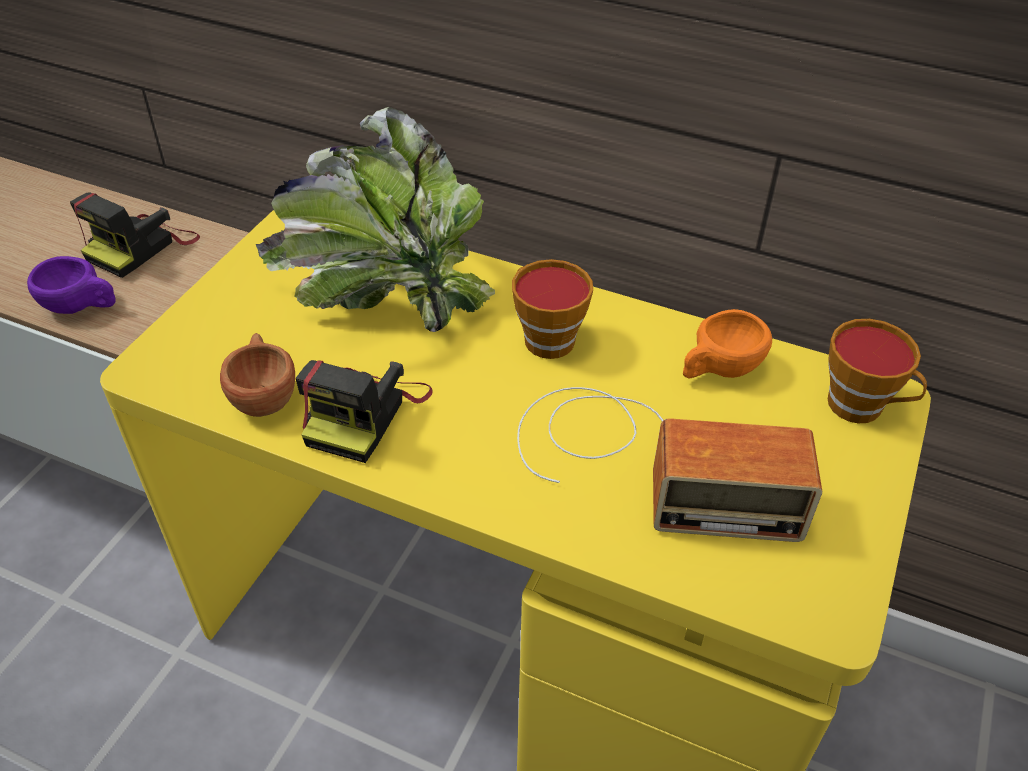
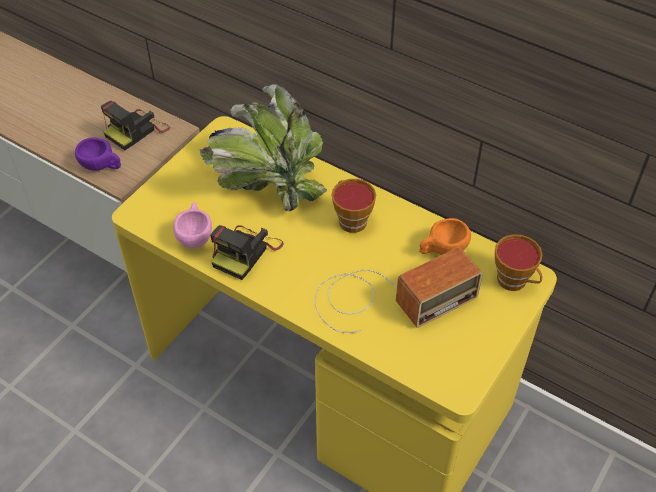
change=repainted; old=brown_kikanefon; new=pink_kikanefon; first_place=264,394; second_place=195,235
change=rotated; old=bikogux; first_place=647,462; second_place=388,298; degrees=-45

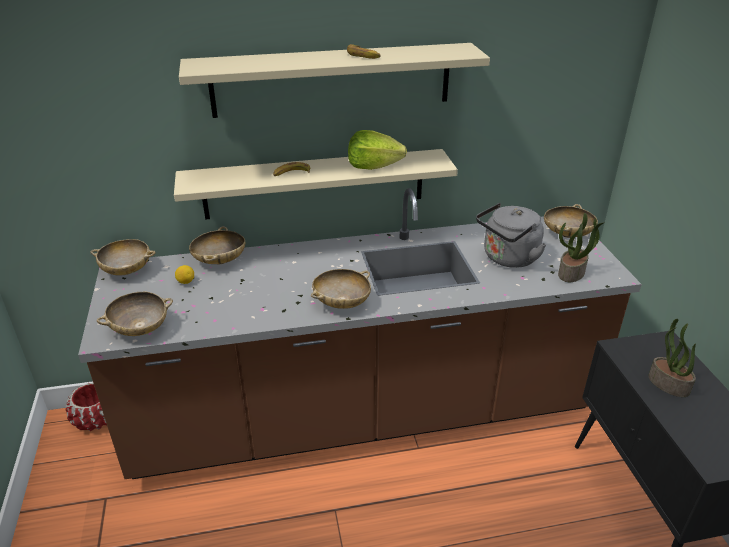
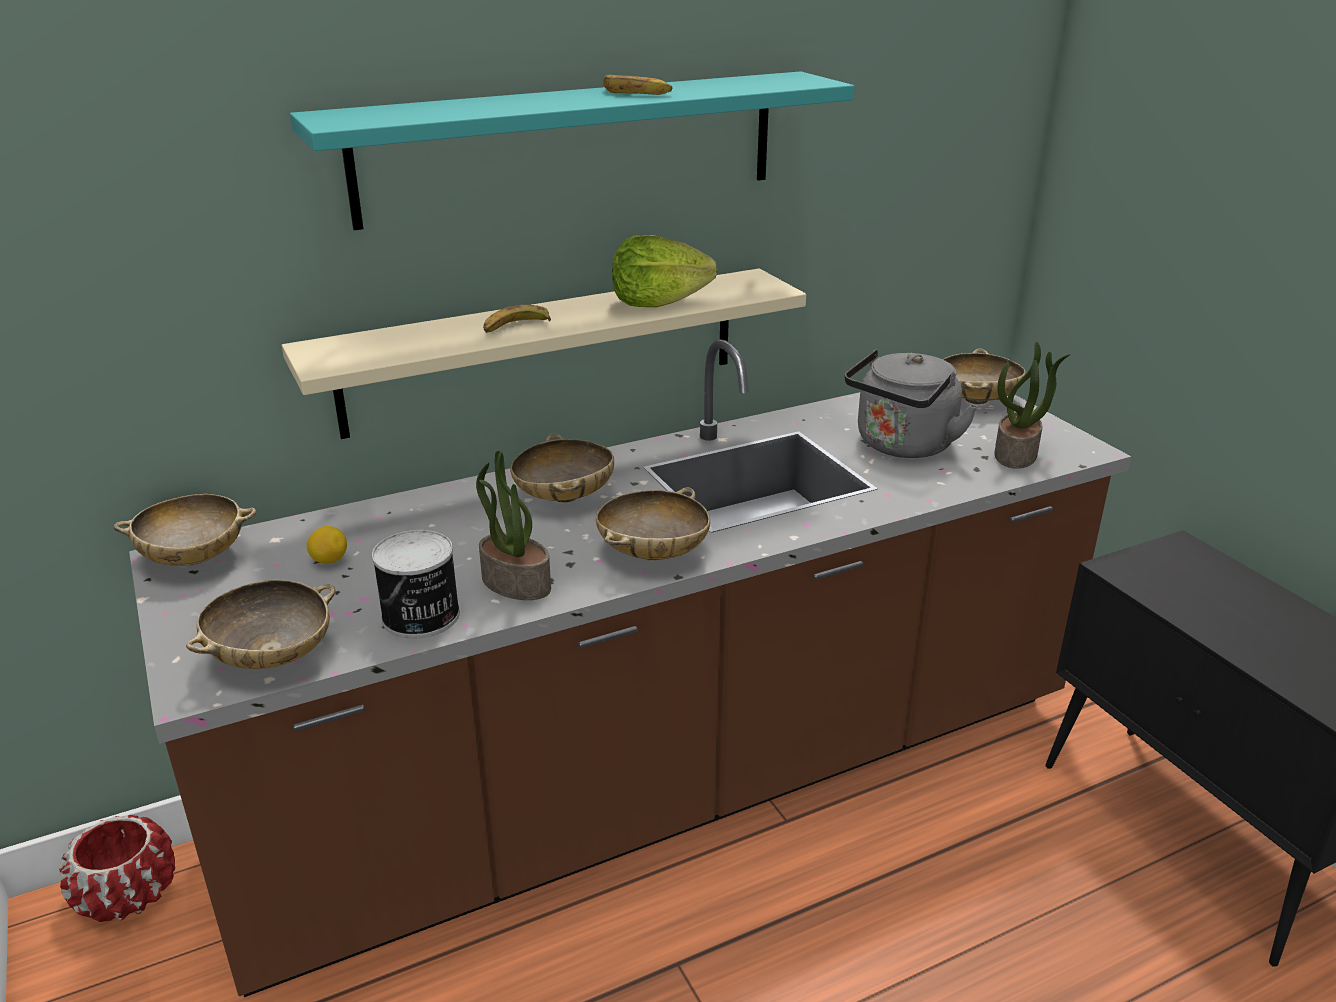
change=repainted; old=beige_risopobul; new=turquoise_risopobul; first_place=332,80; second_place=571,147
change=new; new=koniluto; second_place=421,617
change=shifted; old=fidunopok; first_place=667,384; second_place=514,583
change=shifted; old=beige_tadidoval; first_place=219,261; second_place=564,497

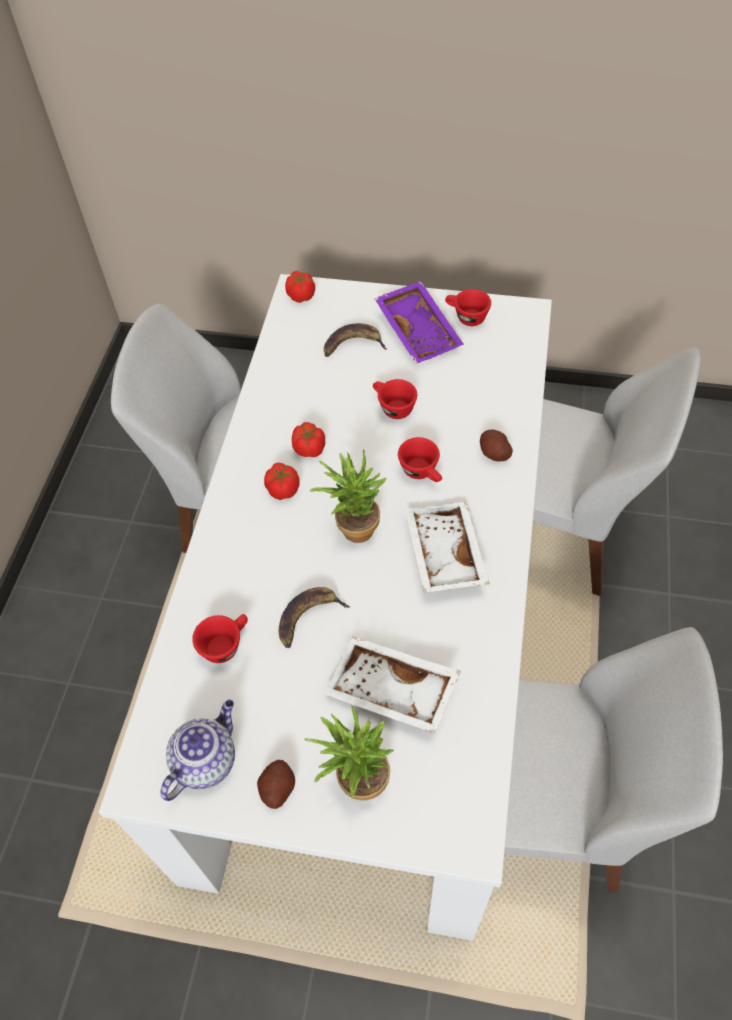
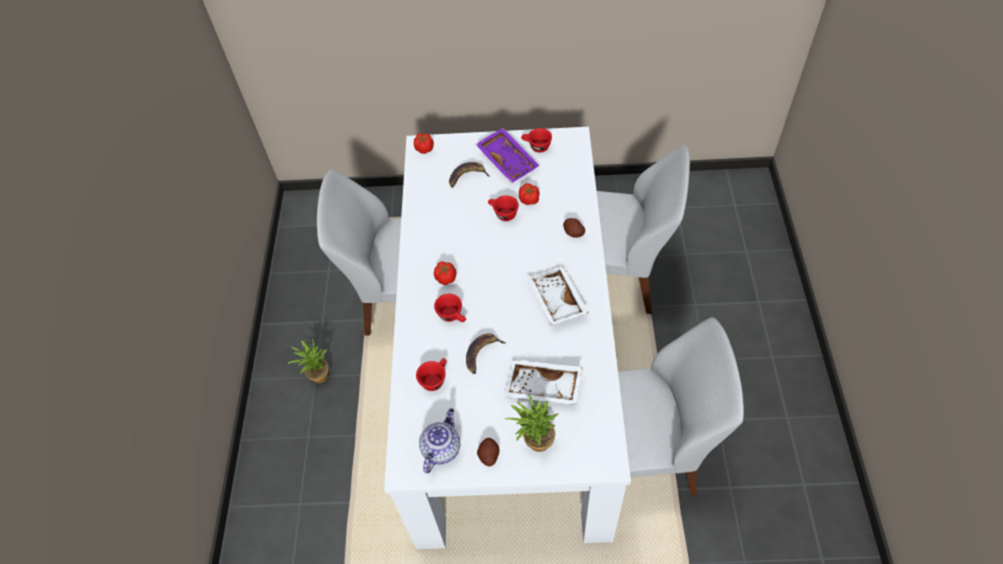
change=shifted; old=fidunopok; first_place=353,526; second_place=317,374
change=shifted; old=red_kikanefon; first_place=422,472; second_place=453,316
change=shifted; old=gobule; first_place=309,449; second_place=529,200

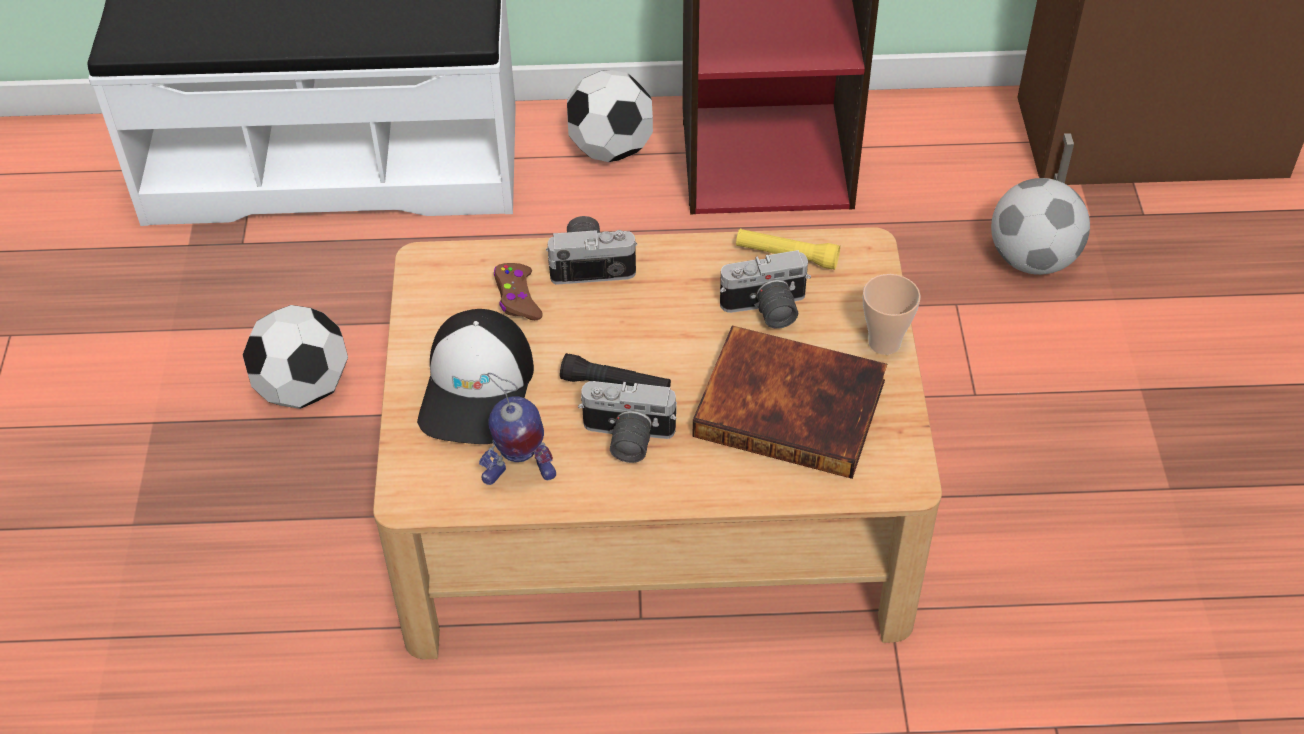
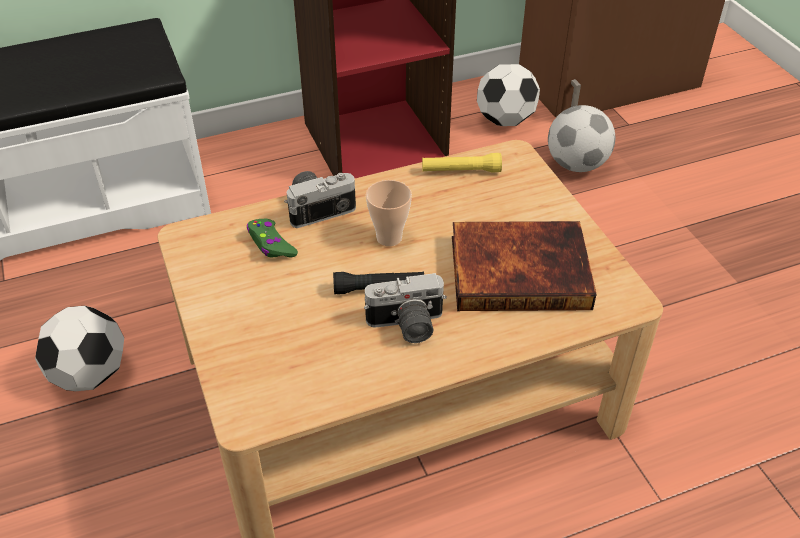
change=repainted; old=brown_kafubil; new=green_kafubil; first_place=517,298; second_place=271,244
change=shifted; old=kikanefon; first_place=884,343; second_place=389,238
change=shifted; old=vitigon; first_place=611,149; second_place=505,121
change=gone; old=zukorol; first_place=478,389
change=gone; old=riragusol; first_place=518,474
change=gone; old=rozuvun; first_place=766,310

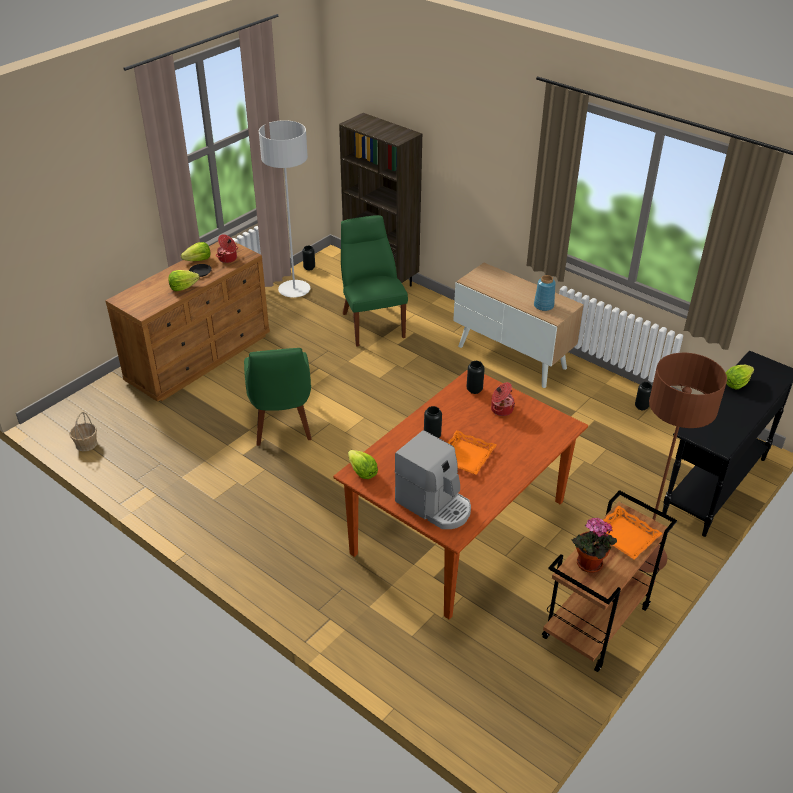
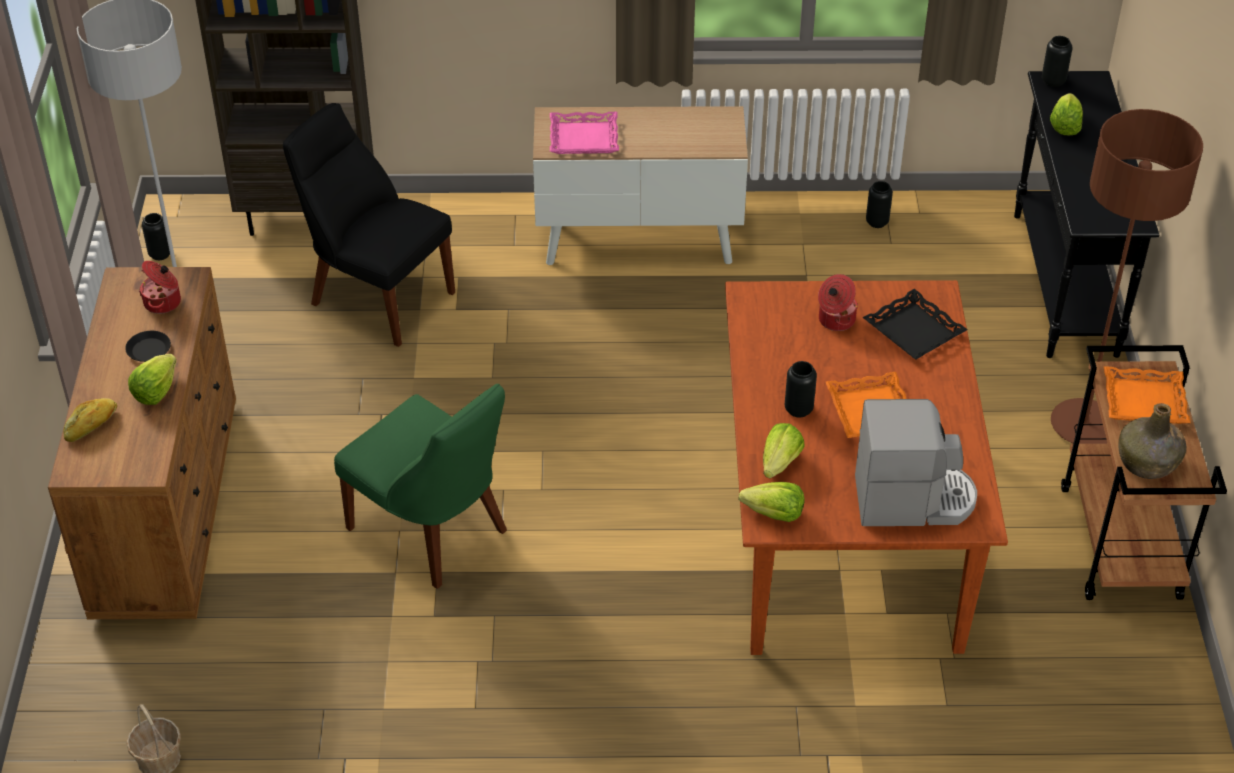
change=new; new=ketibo; second_place=92,425
change=repainted; old=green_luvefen; new=black_luvefen; first_place=372,323; second_place=377,296
change=new; new=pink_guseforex; second_place=584,138
change=shifted; old=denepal; first_place=198,260; second_place=780,463
change=new; new=black_guseforex; second_place=914,330
change=shifted; old=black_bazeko; first_place=474,390; second_place=1053,81
change=swapped; old=fidunopok; new=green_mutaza; first_place=588,565; second_place=1148,462
change=gone; old=blue_bazeko; first_place=543,306

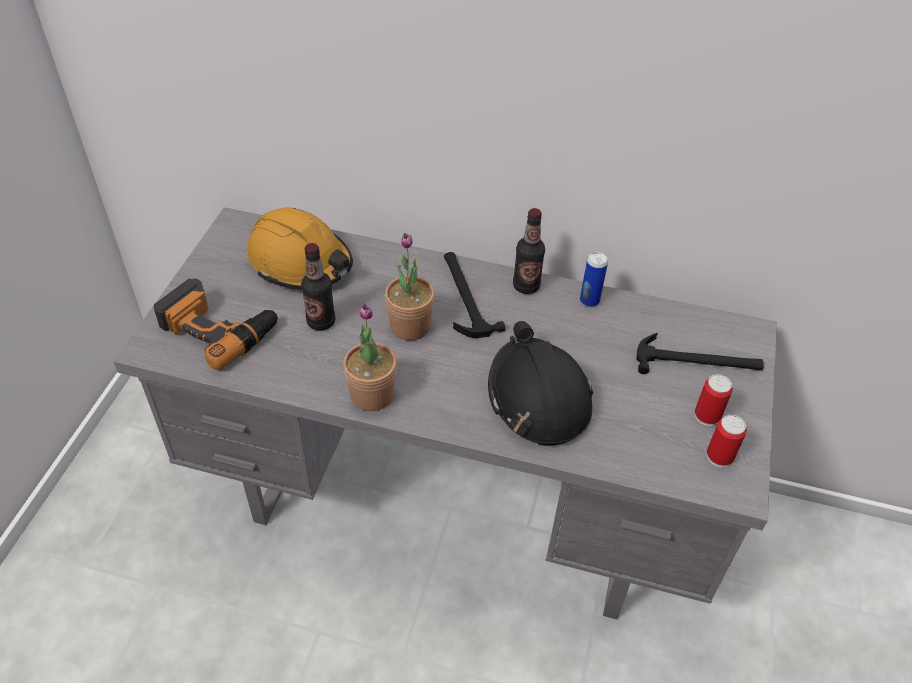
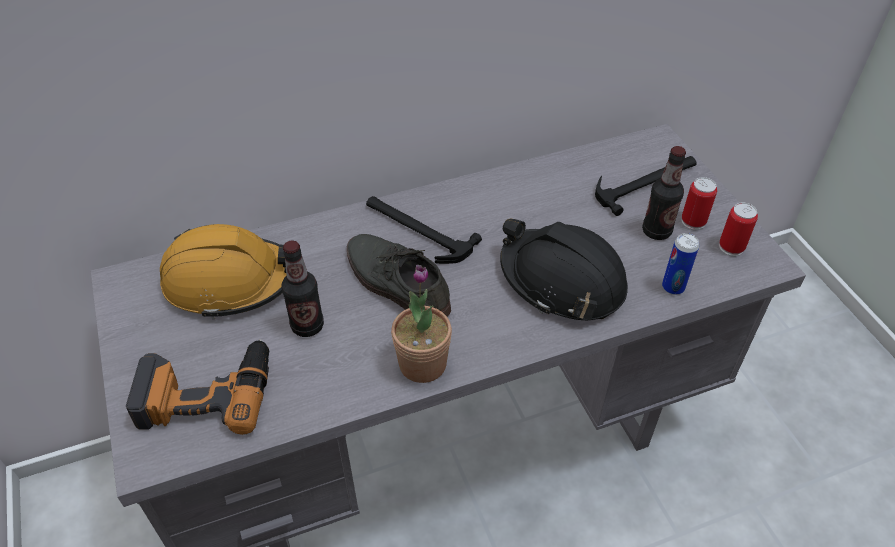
change=swapped; old=fidunopok; new=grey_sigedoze; first_place=410,326; second_place=395,282
change=shifted; old=mutaza; first_place=526,286; second_place=656,231
change=shifted; old=koniluto; first_place=589,301; second_place=673,287

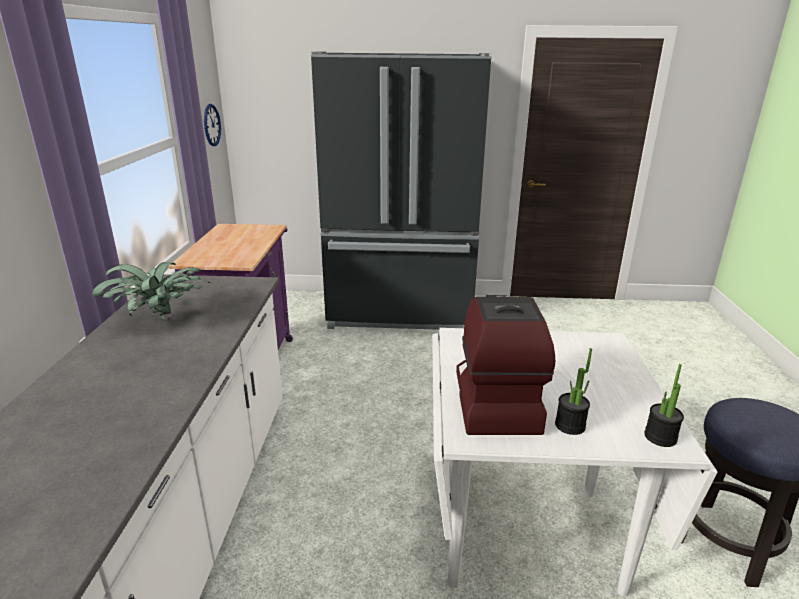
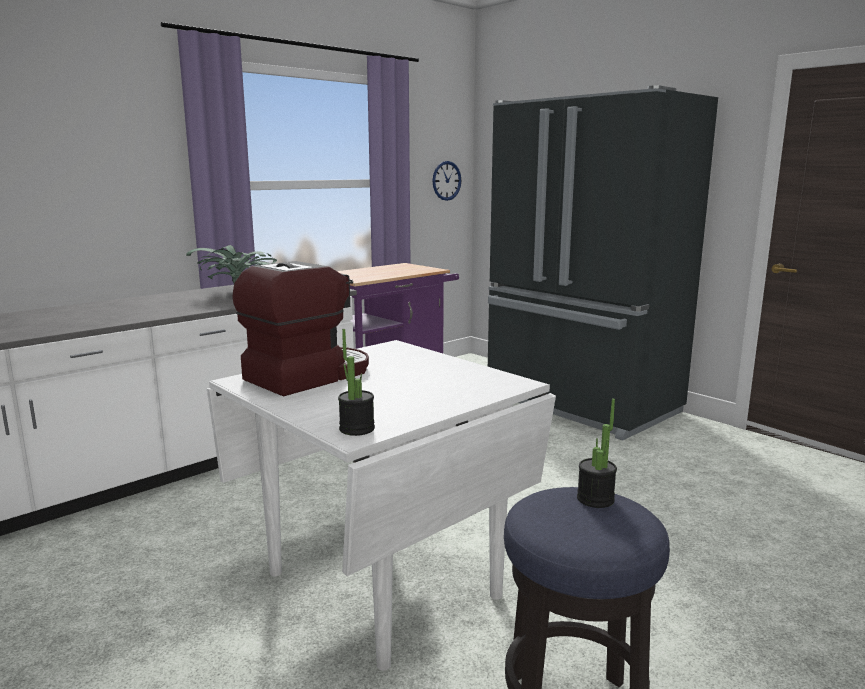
change=shifted; old=fidunopok; first_place=570,425; second_place=595,499

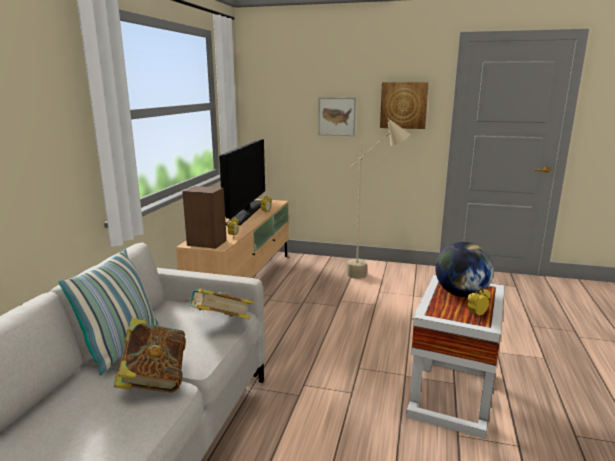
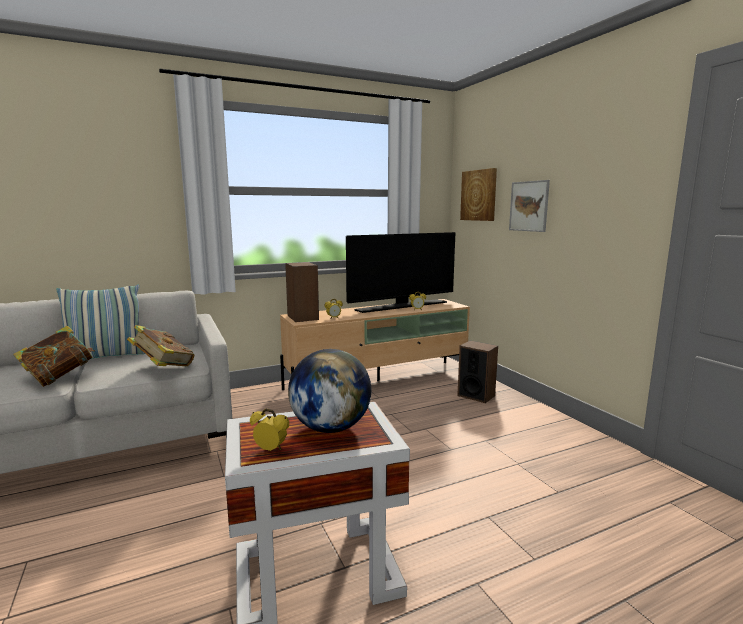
change=new; new=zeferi; second_place=476,395
change=shifted; old=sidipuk; first_place=403,105; second_place=479,195
change=gone; old=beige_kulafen; first_place=373,274

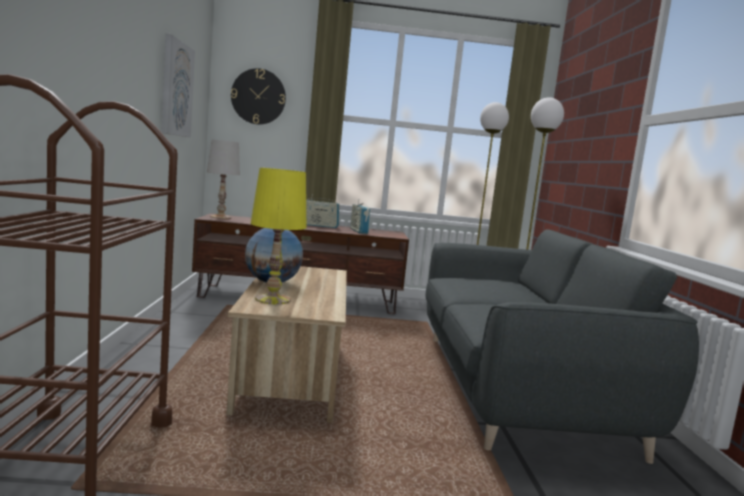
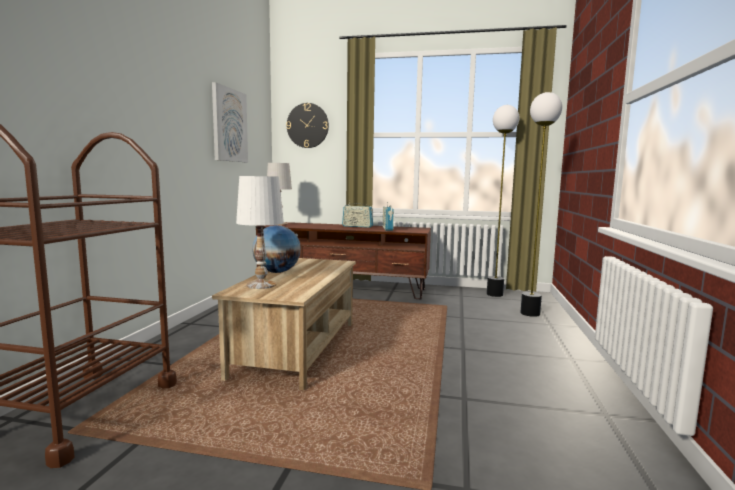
change=repainted; old=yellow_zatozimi; new=white_zatozimi; first_place=272,299; second_place=261,285
change=gone; old=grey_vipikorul; first_place=515,388

